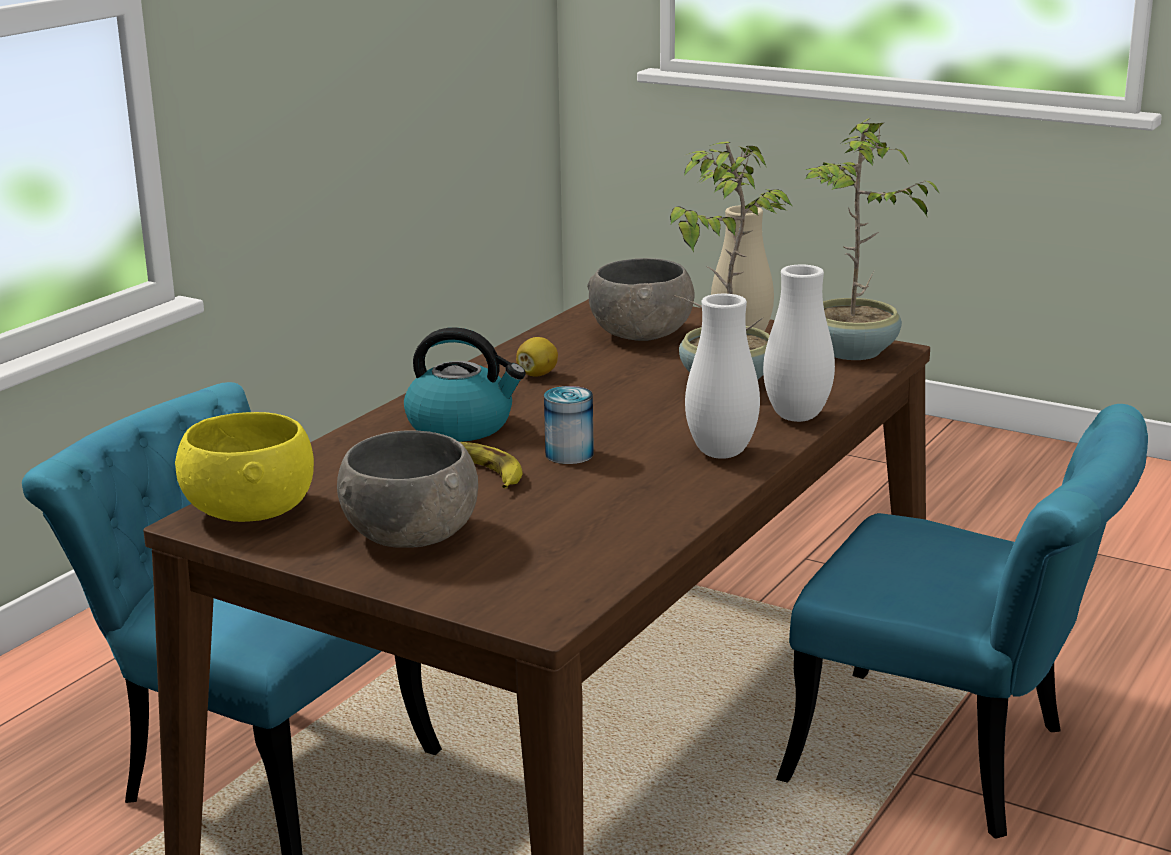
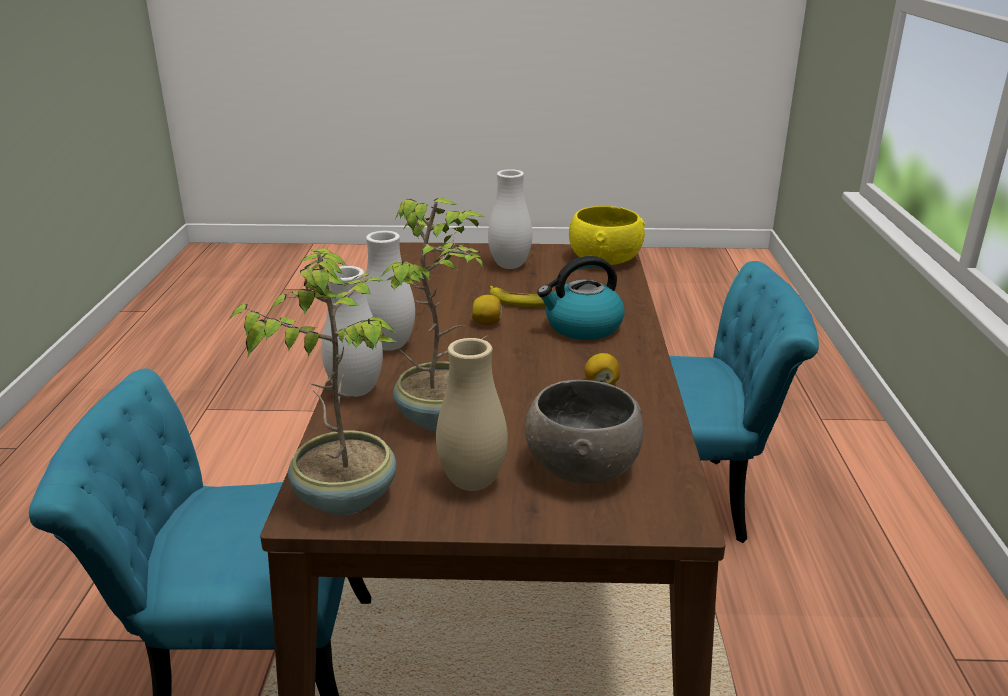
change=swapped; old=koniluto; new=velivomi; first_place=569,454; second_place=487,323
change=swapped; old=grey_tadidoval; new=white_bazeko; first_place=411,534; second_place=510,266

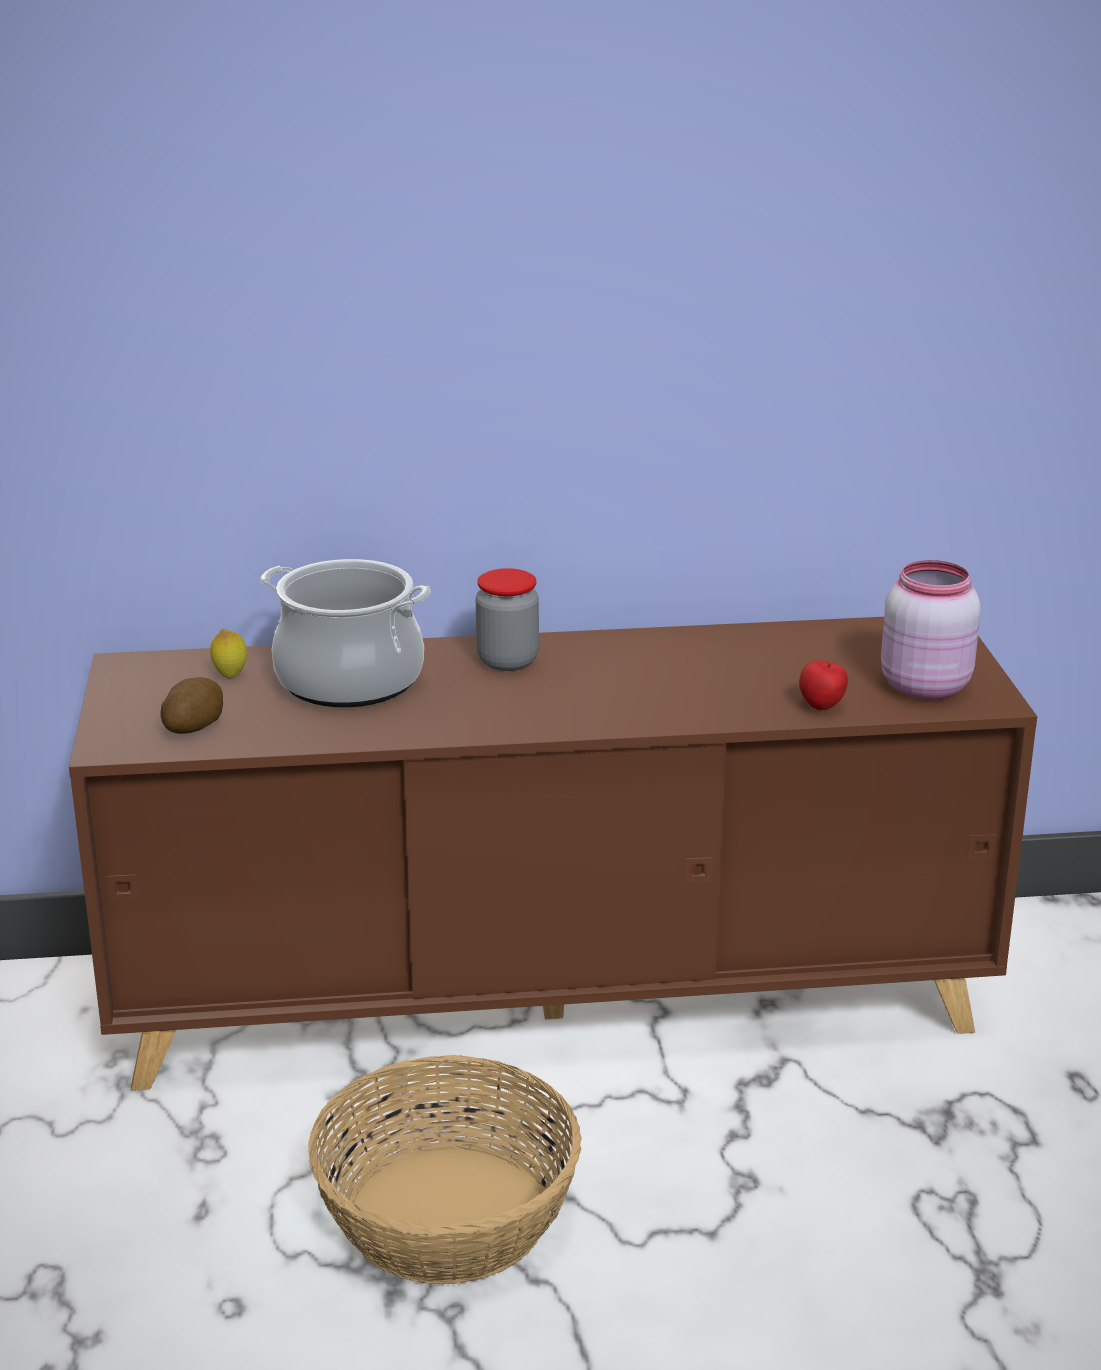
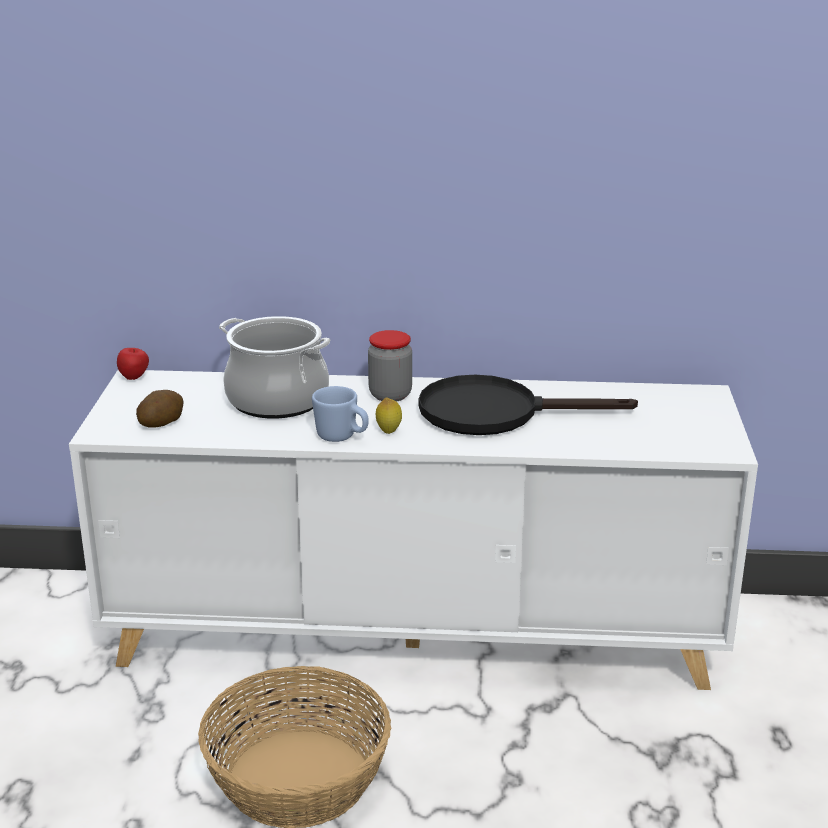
change=repainted; old=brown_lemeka; new=white_lemeka; first_place=553,1000; second_place=415,634
change=shifted; old=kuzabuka; first_place=822,707; second_place=134,378
change=new; new=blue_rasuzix; second_place=342,437
change=shifted; old=velivomi; first_place=230,675; second_place=389,431
change=new; new=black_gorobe; second_place=495,413
change=gone; old=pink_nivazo; first_place=922,686

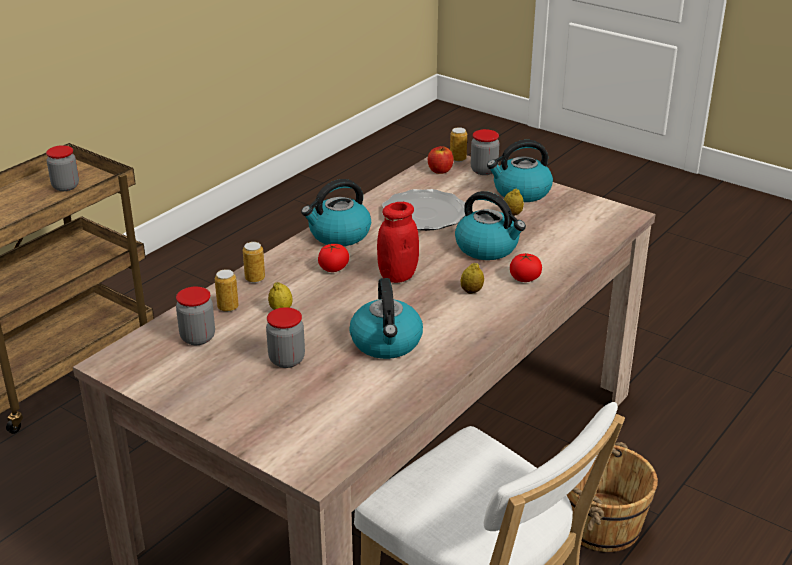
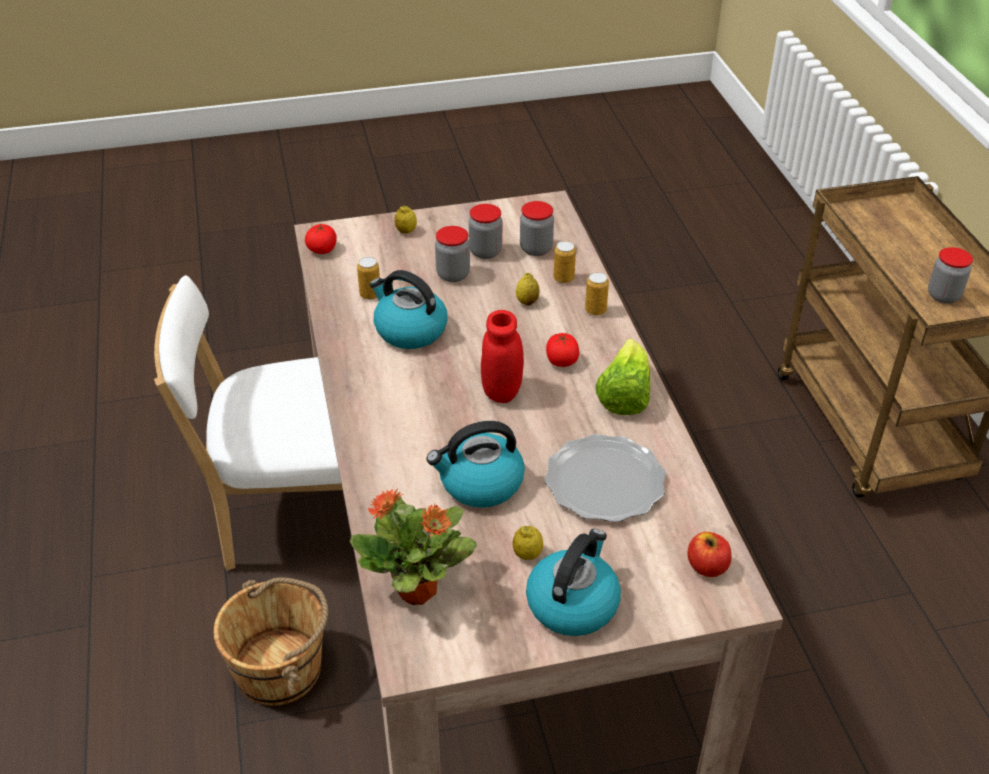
change=shifted; old=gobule; first_place=525,278; second_place=322,250
change=new; new=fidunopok; second_place=418,590
change=shifted; old=koniluto; first_place=458,159; second_place=370,294
change=shifted; old=velivomi; first_place=471,291; second_place=406,231
change=shifted; old=nivazo; first_place=484,170; second_place=485,252
change=swapped; old=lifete; new=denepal; first_place=339,235; second_place=624,396

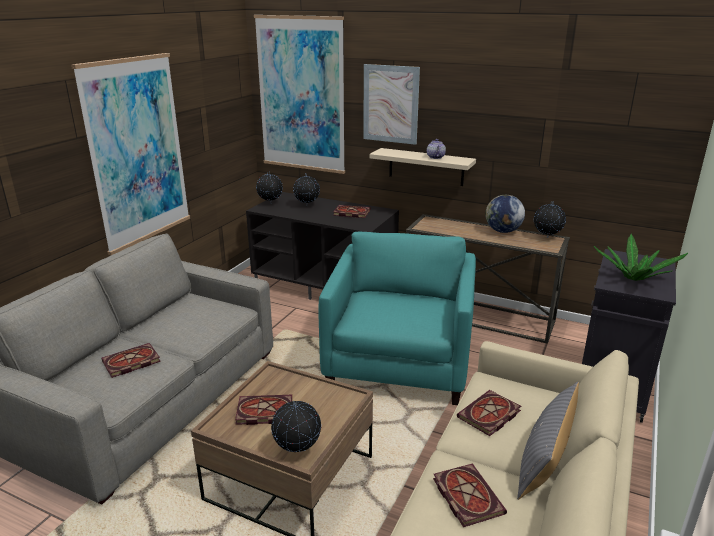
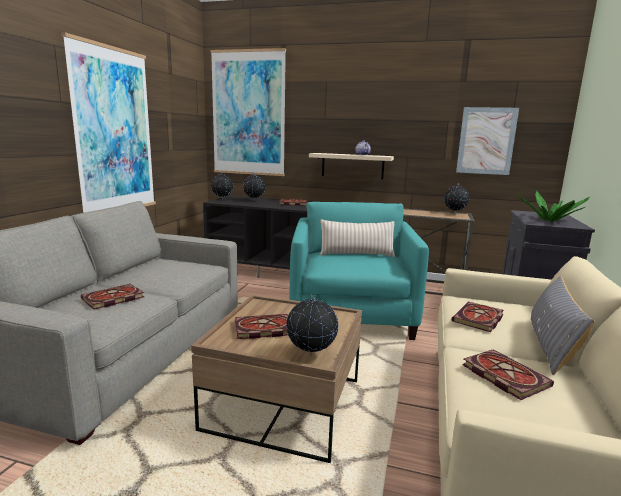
change=new; new=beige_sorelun; second_place=356,254
change=shifted; old=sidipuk; first_place=390,104; second_place=486,141
change=gone; old=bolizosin; first_place=502,231

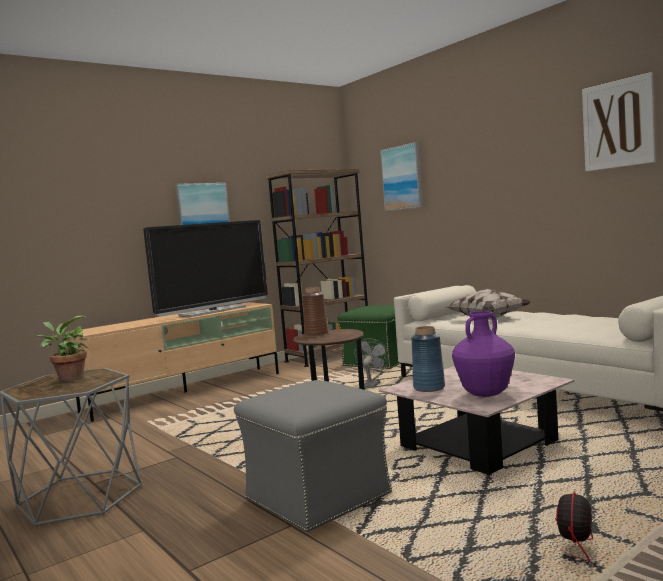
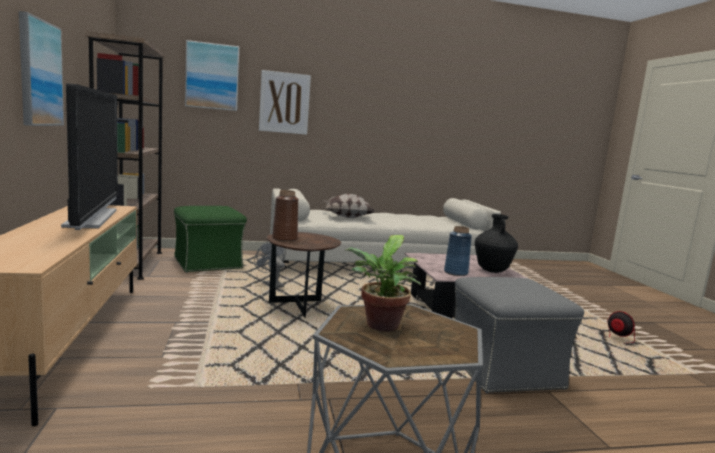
change=shifted; old=sidipuk; first_place=618,124; second_place=284,103
change=repainted; old=purple_bazeko; new=black_bazeko; first_place=485,394; second_place=492,271

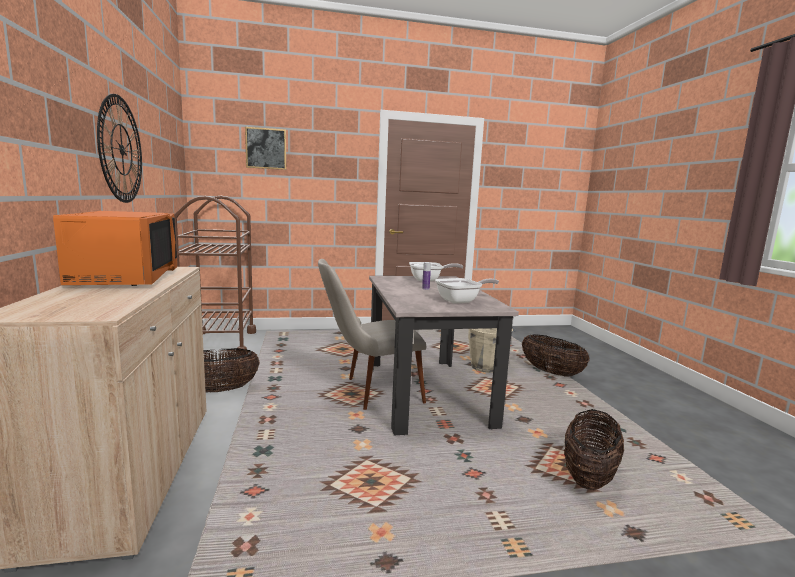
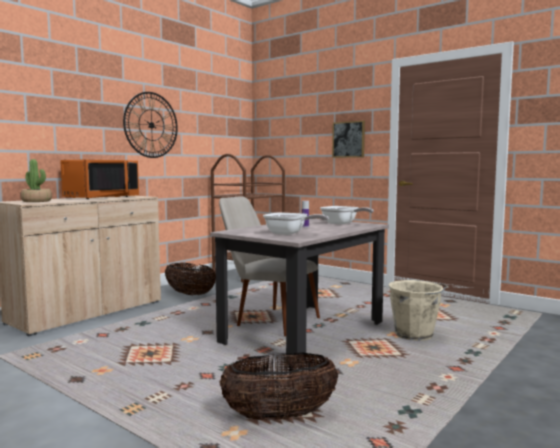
change=new; new=fidunopok; second_place=36,201
change=shifted; old=sidipuk; first_place=266,148; second_place=348,139
change=gone; old=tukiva; first_place=551,372

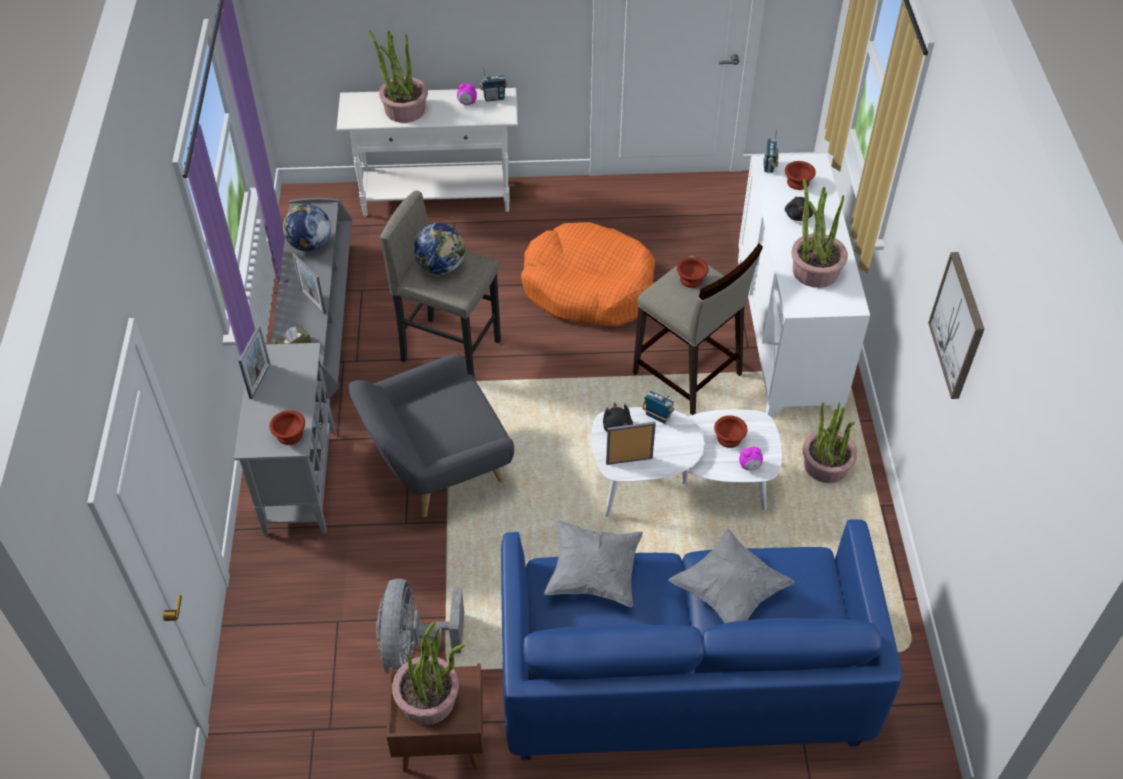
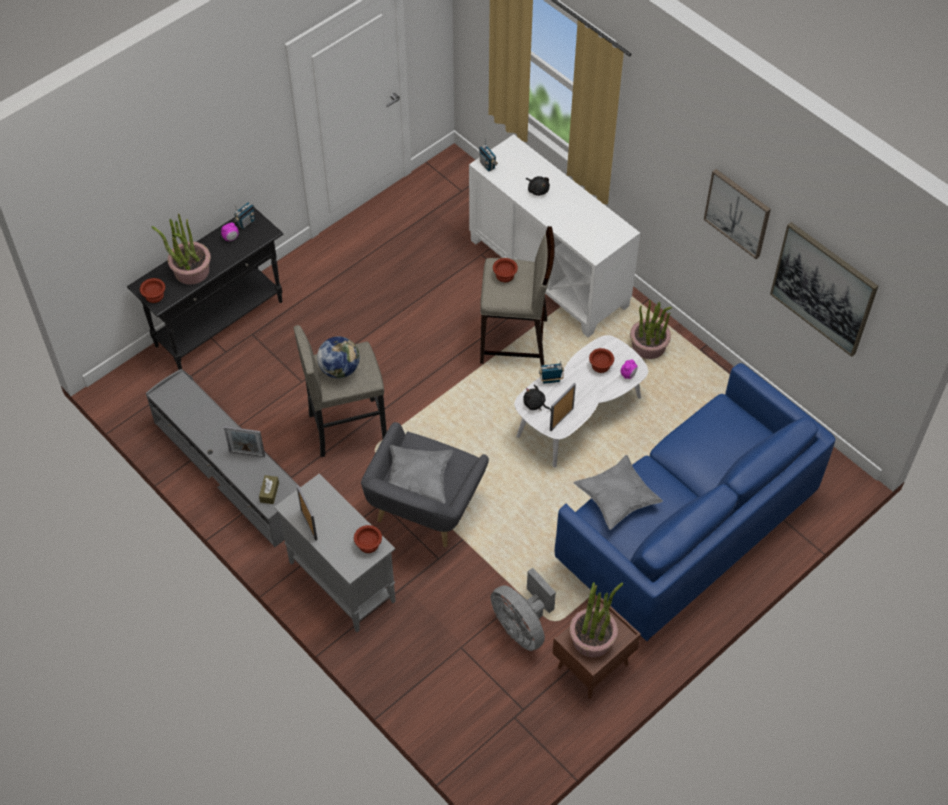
change=repainted; old=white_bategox; new=black_bategox; first_place=437,198; second_place=220,323
change=shifted; old=brown_tadidoval; first_place=798,183; second_place=155,296
change=shifted; old=grey_sorelun; first_place=729,591; second_place=417,481
change=new; new=sidipuk; second_place=823,288
change=gone; old=bolizosin; first_place=310,245
change=gone; old=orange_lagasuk; first_place=588,287
change=gone; old=fidunopok; first_place=815,271

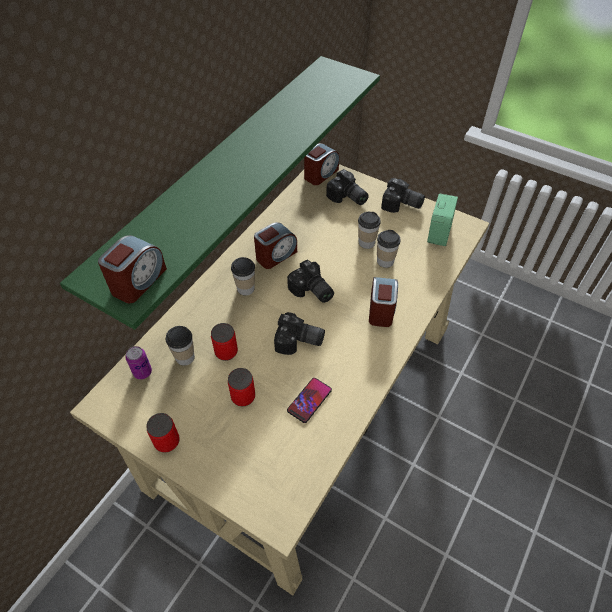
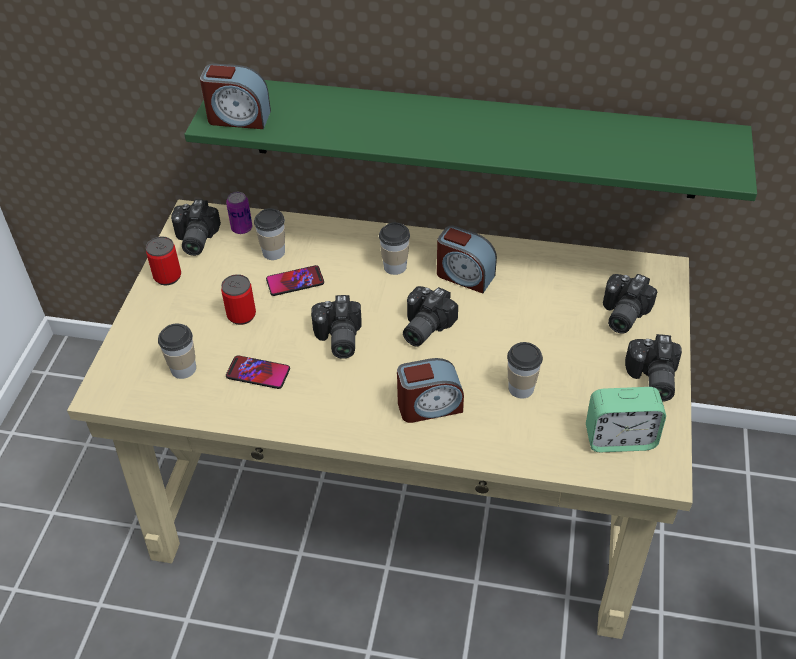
change=shifted; old=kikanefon; first_place=366,242; second_place=183,369
change=new; new=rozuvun; second_place=194,240
change=swapped; old=koniluto; new=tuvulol; first_place=226,352; second_place=295,281
change=gone; old=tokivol; first_place=320,174

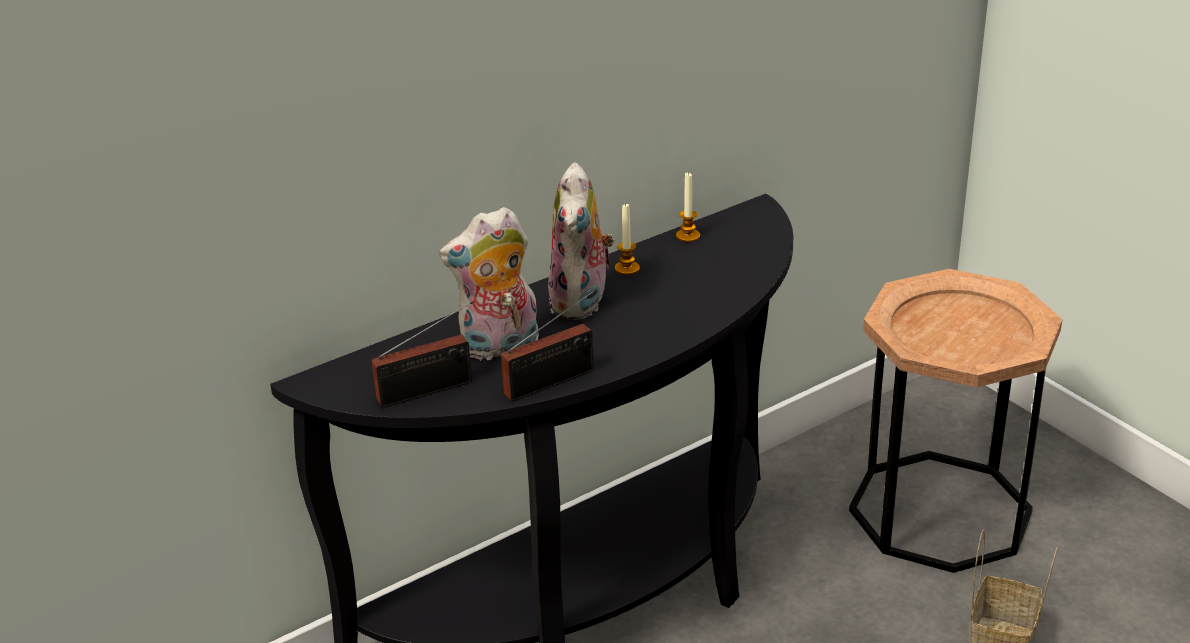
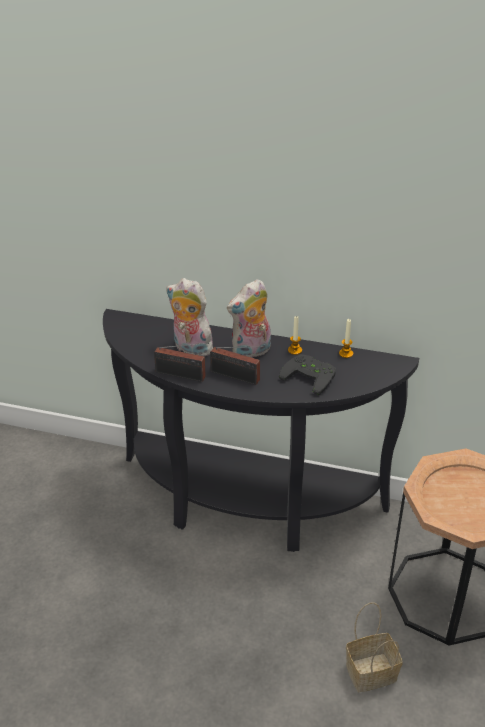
change=shifted; old=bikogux; first_place=430,390; second_place=237,377
change=new; new=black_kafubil; second_place=311,376

